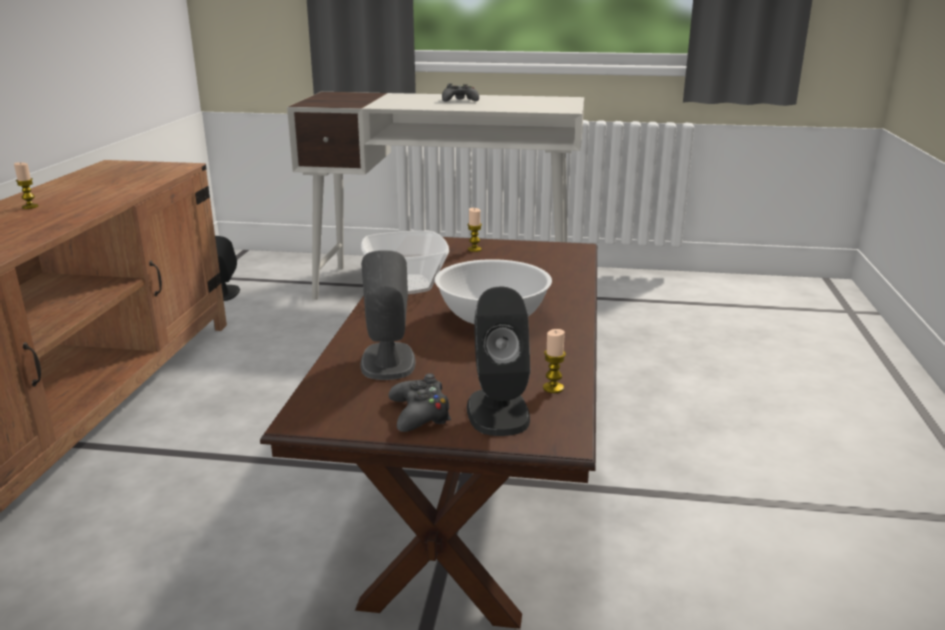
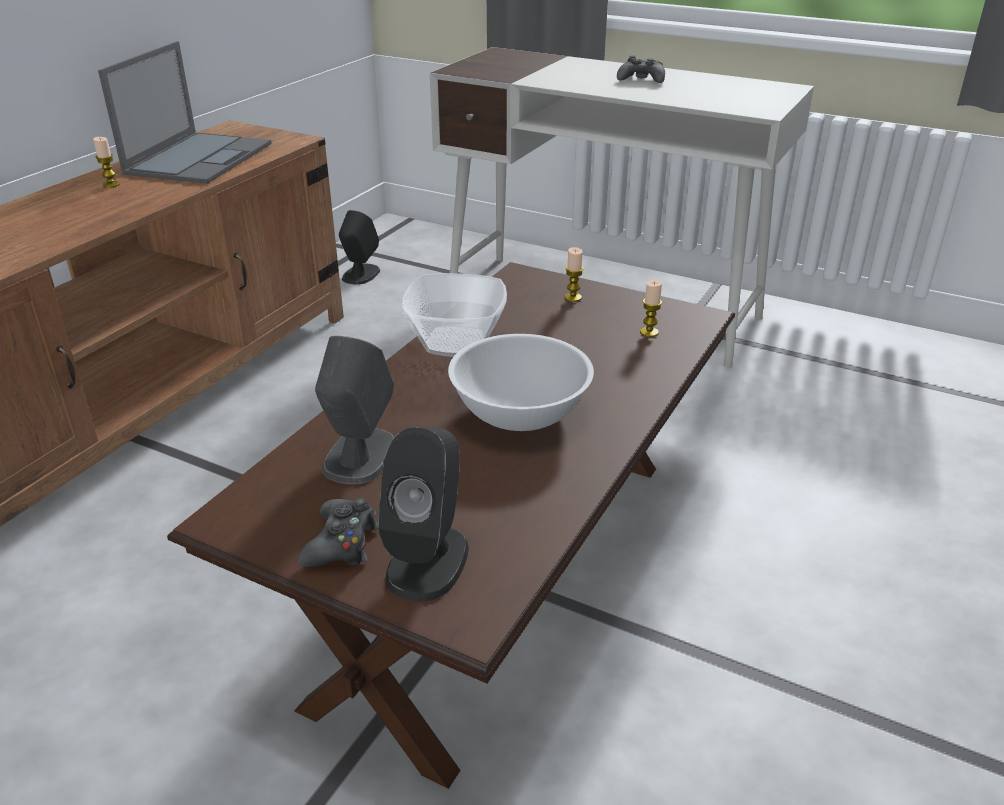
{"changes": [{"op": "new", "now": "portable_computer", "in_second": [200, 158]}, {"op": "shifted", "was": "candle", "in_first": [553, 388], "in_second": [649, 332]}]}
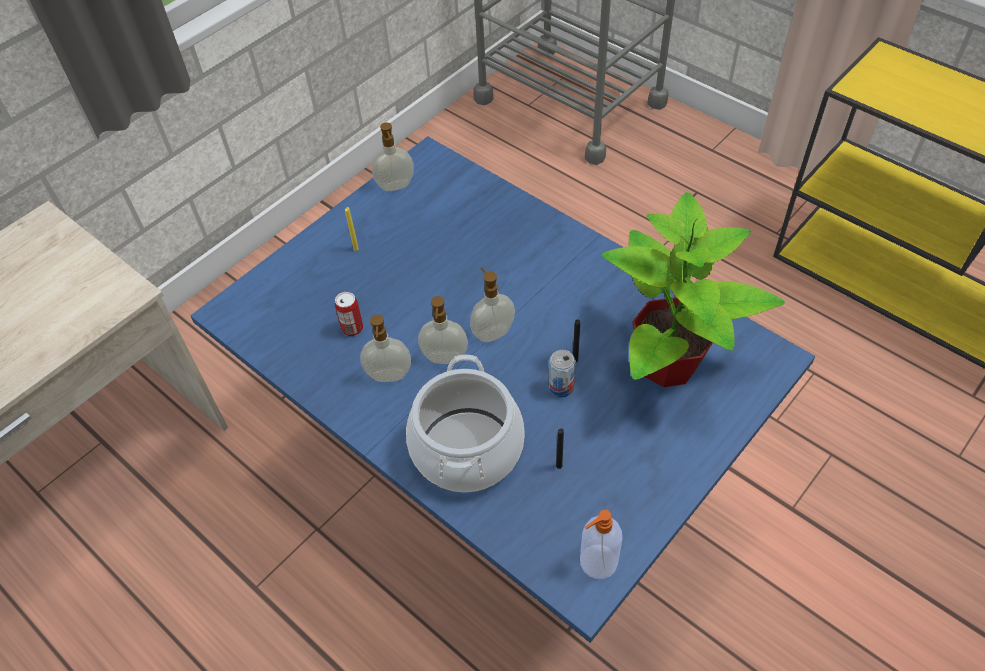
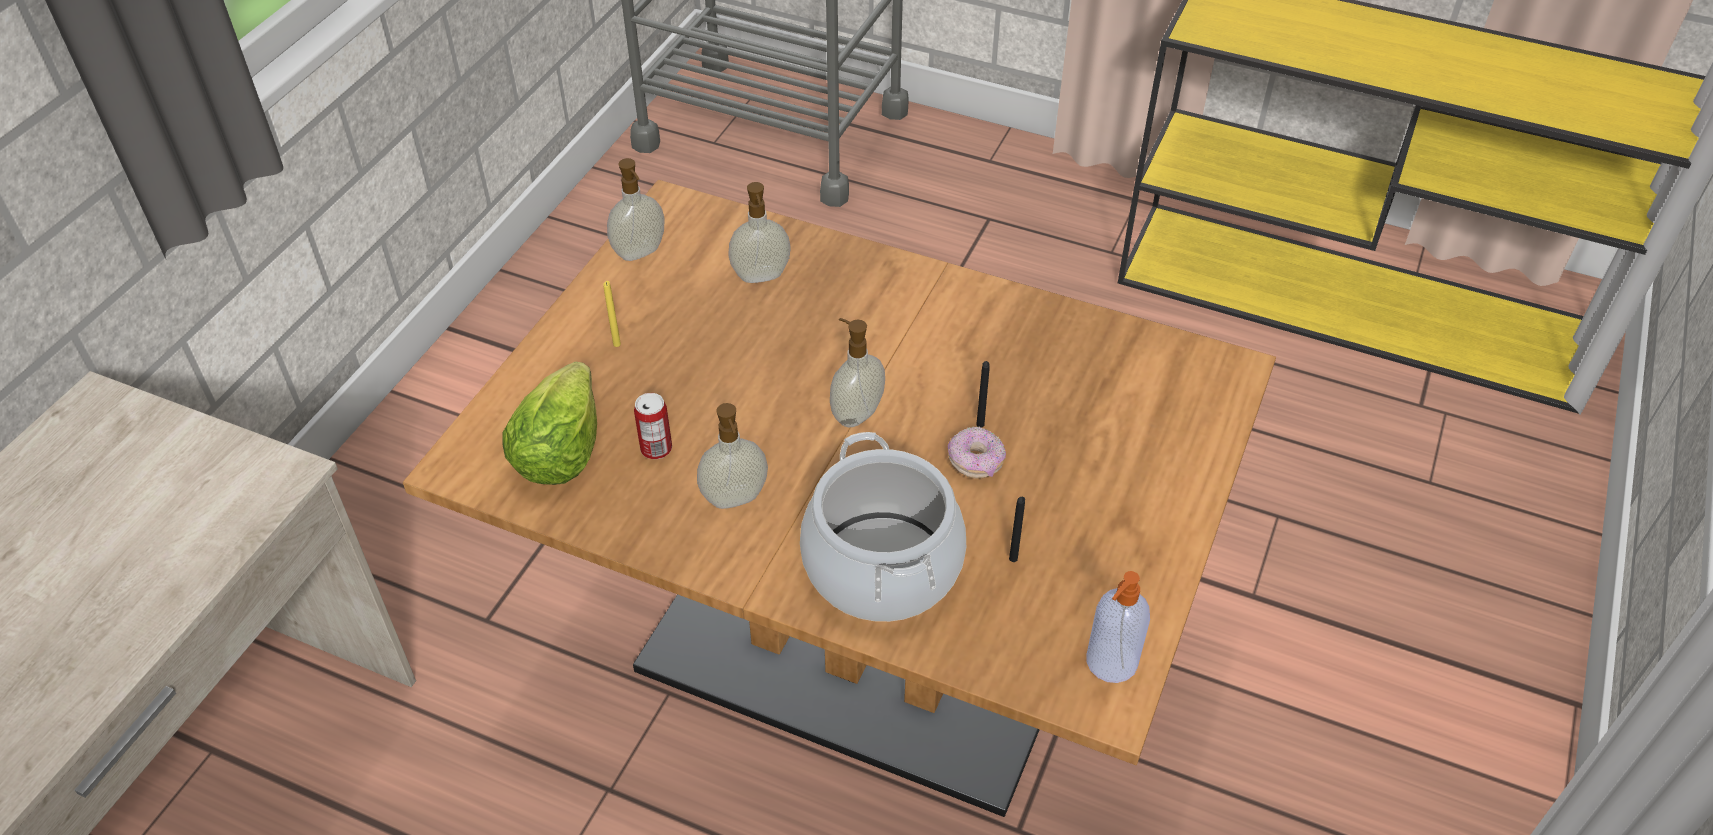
{"changes": [{"op": "gone", "was": "potted_plant", "in_first": [668, 365]}, {"op": "new", "now": "lettuce", "in_second": [559, 452]}, {"op": "shifted", "was": "soap_bottle", "in_first": [444, 358], "in_second": [761, 277]}, {"op": "swapped", "was": "can", "now": "doughnut", "in_first": [561, 387], "in_second": [976, 462]}, {"op": "repainted", "was": "bluish_kitchen_table", "now": "brown-coloured_kitchen_table", "in_first": [501, 481], "in_second": [856, 656]}]}
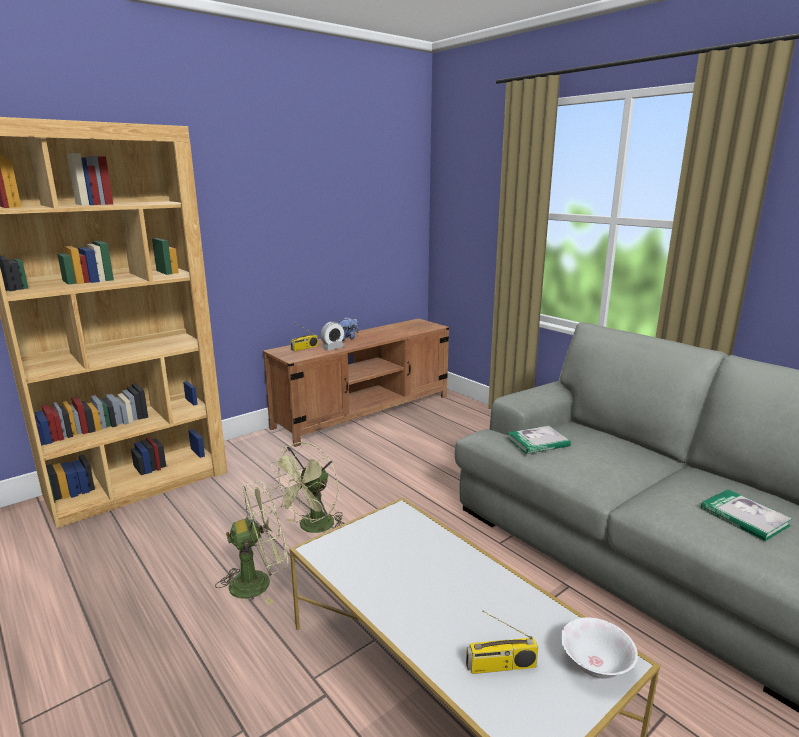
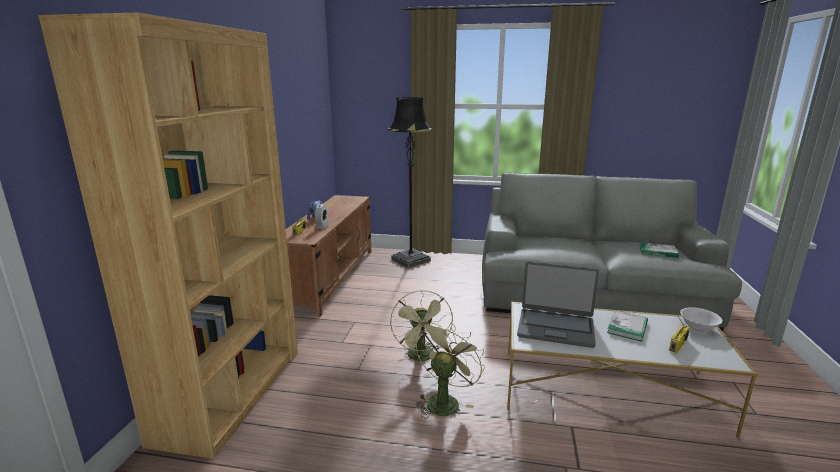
{"changes": [{"op": "new", "now": "blackish_floor_lamp", "in_second": [410, 260]}, {"op": "new", "now": "portable_computer", "in_second": [555, 328]}, {"op": "shifted", "was": "book", "in_first": [538, 442], "in_second": [627, 327]}]}
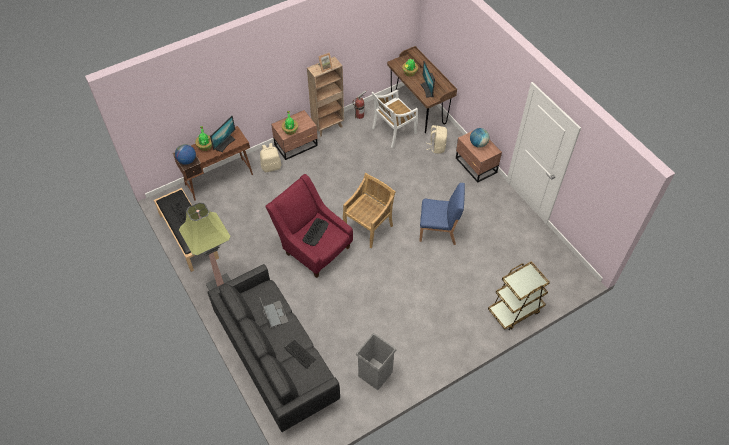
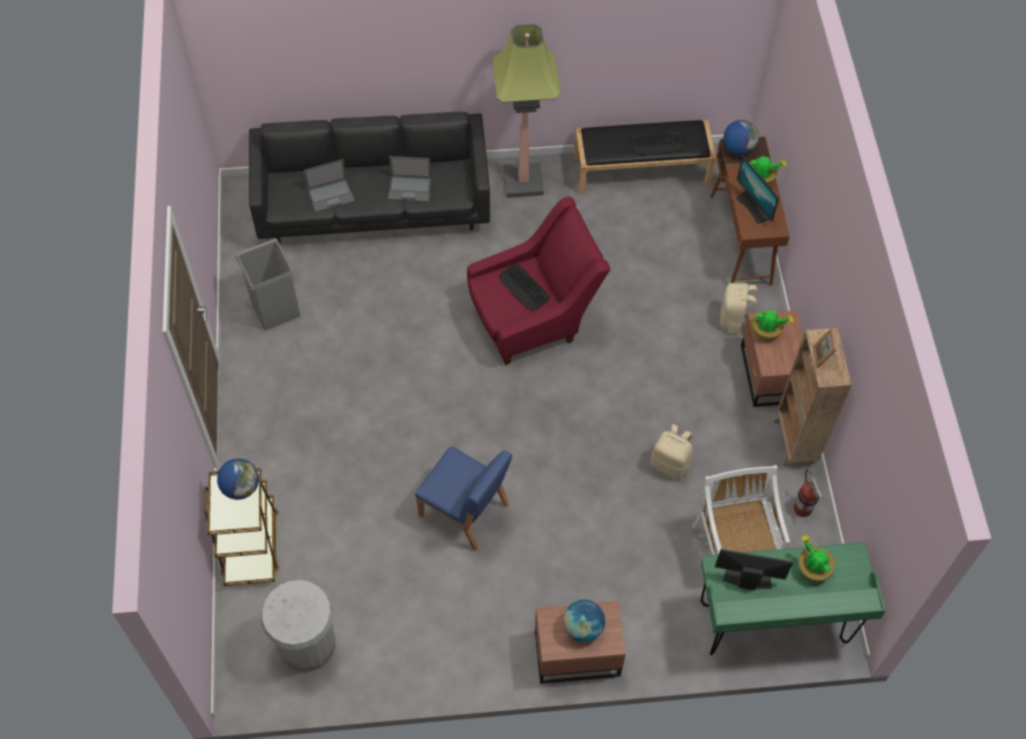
{"changes": [{"op": "gone", "was": "beige-coloured_plain_chair", "in_first": [368, 227]}, {"op": "new", "now": "globe", "in_second": [241, 487]}, {"op": "new", "now": "white-coloured_waste_bin", "in_second": [307, 644]}, {"op": "shifted", "was": "beige-coloured_backpack", "in_first": [437, 147], "in_second": [670, 464]}, {"op": "swapped", "was": "keyboard", "now": "portable_computer", "in_first": [300, 354], "in_second": [331, 195]}, {"op": "repainted", "was": "brown-coloured_desk_table", "now": "green_desk_table", "in_first": [418, 110], "in_second": [773, 624]}, {"op": "rotated", "was": "bluish_plain_chair", "in_first": [439, 230], "in_second": [464, 511], "clockwise": -90}]}
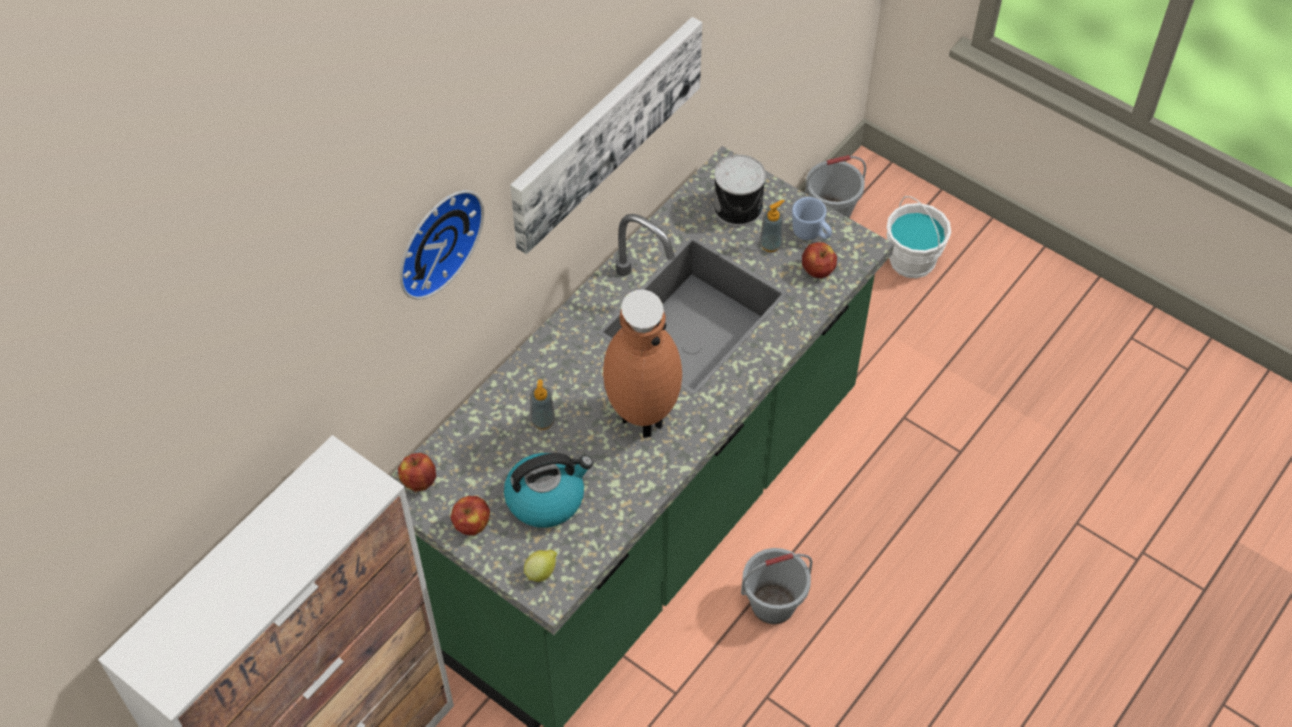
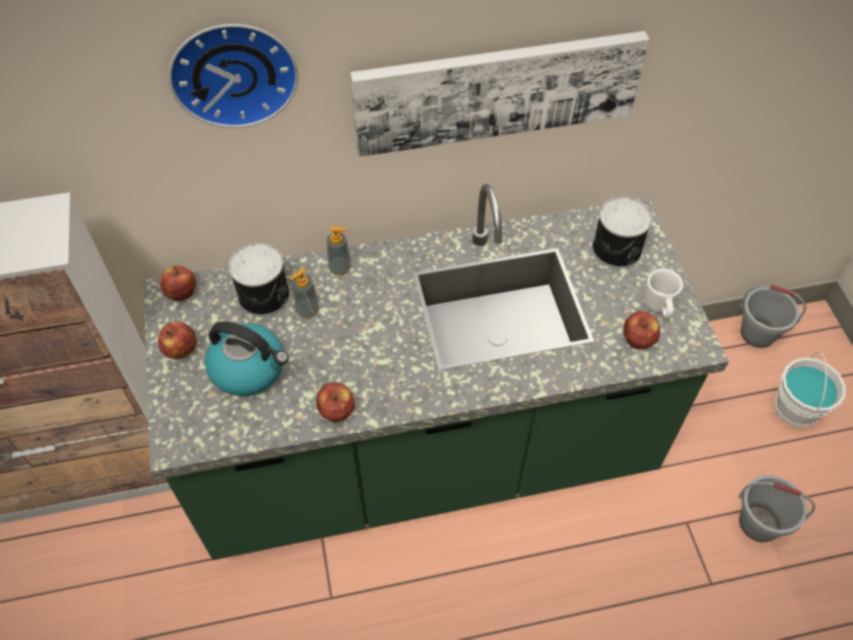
{"changes": [{"op": "gone", "was": "whole_lemon", "in_first": [542, 572]}, {"op": "gone", "was": "brown-coloured_decorative_vase", "in_first": [641, 418]}, {"op": "new", "now": "can", "in_second": [265, 296]}, {"op": "new", "now": "whole_apple", "in_second": [336, 410]}, {"op": "shifted", "was": "greyish_water_bucket", "in_first": [773, 603], "in_second": [759, 523]}, {"op": "shifted", "was": "soap_bottle", "in_first": [770, 244], "in_second": [340, 268]}, {"op": "repainted", "was": "bluish_coffee_mug", "now": "white-coloured_coffee_mug", "in_first": [811, 234], "in_second": [659, 308]}]}
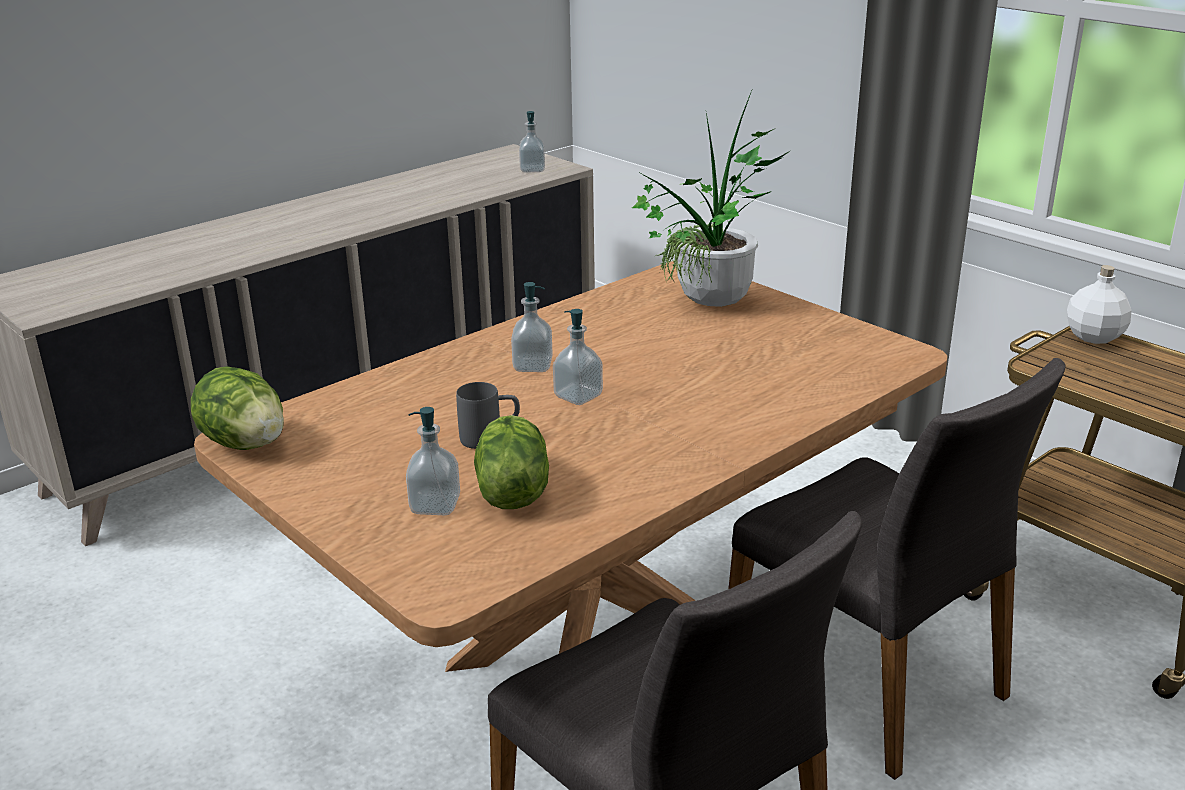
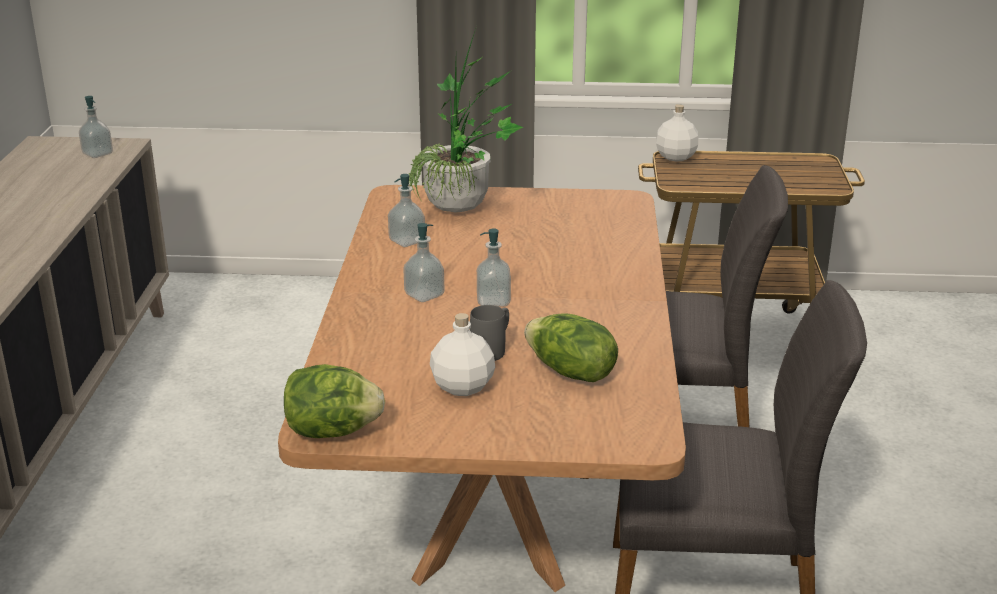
{"changes": [{"op": "new", "now": "white-coloured_bottle", "in_second": [463, 386]}, {"op": "shifted", "was": "soap_bottle", "in_first": [435, 505], "in_second": [407, 241]}]}
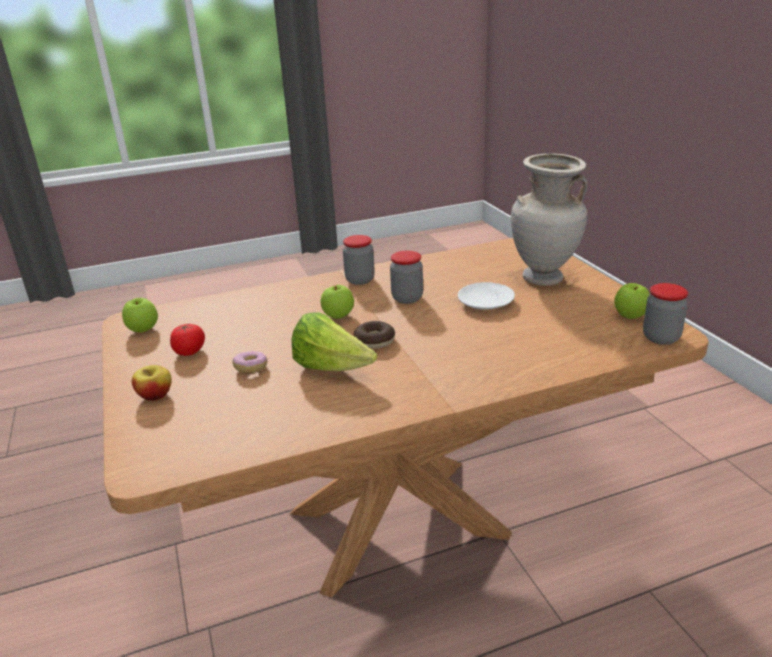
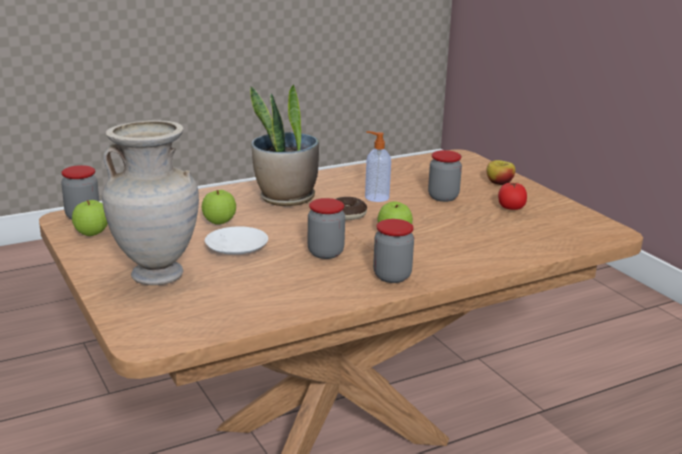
{"changes": [{"op": "new", "now": "potted_plant", "in_second": [286, 198]}, {"op": "shifted", "was": "whole_apple", "in_first": [143, 330], "in_second": [219, 222]}, {"op": "swapped", "was": "doughnut", "now": "storage_jar", "in_first": [251, 368], "in_second": [443, 197]}, {"op": "swapped", "was": "lettuce", "now": "soap_bottle", "in_first": [331, 368], "in_second": [376, 197]}]}
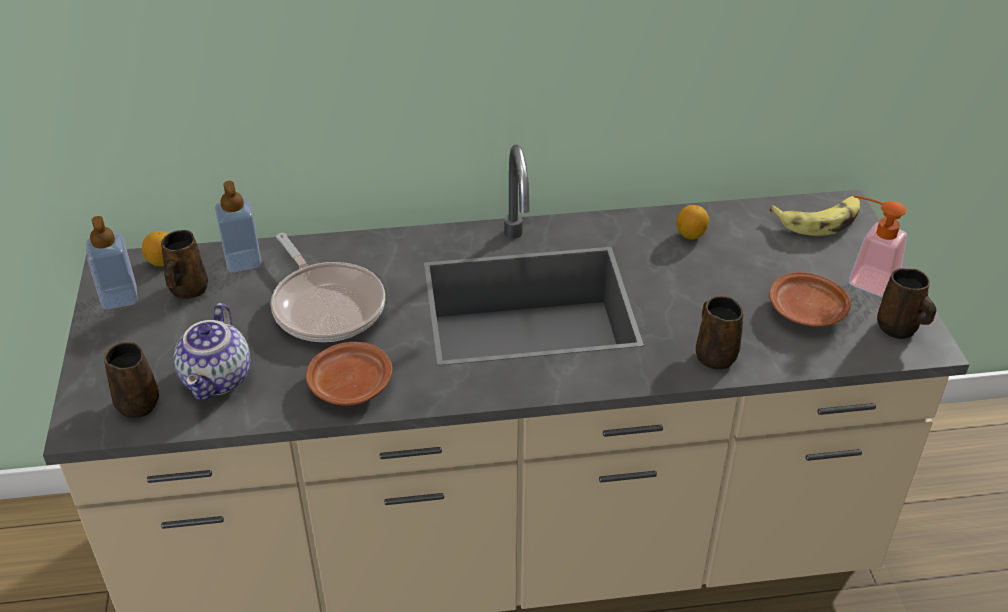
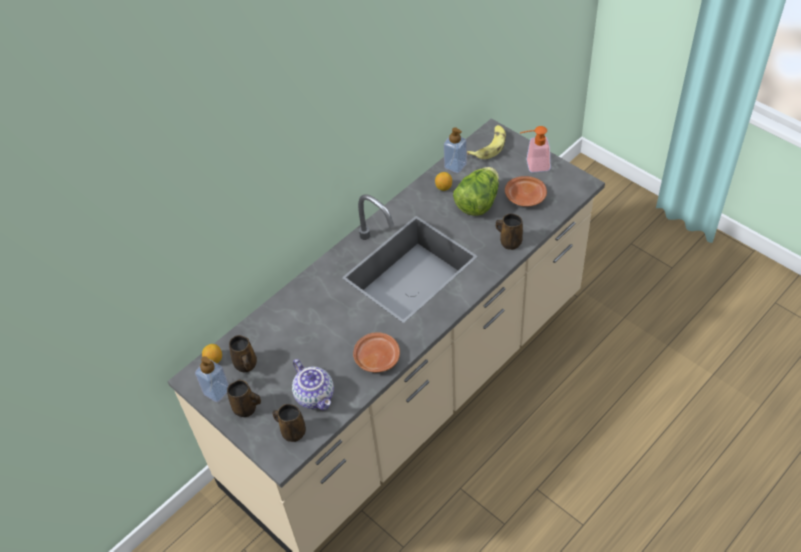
{"changes": [{"op": "gone", "was": "frying_pan", "in_first": [326, 305]}, {"op": "new", "now": "lettuce", "in_second": [478, 202]}, {"op": "shifted", "was": "soap_bottle", "in_first": [243, 261], "in_second": [455, 166]}, {"op": "shifted", "was": "brown-coloured_coffee_mug", "in_first": [898, 329], "in_second": [246, 408]}]}
